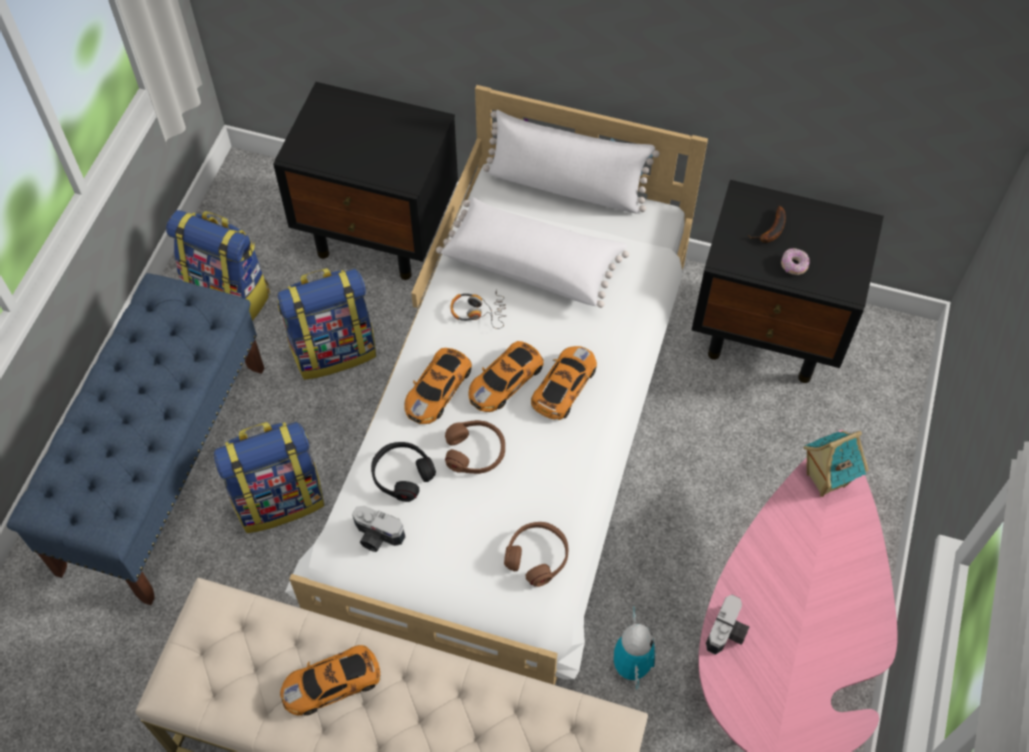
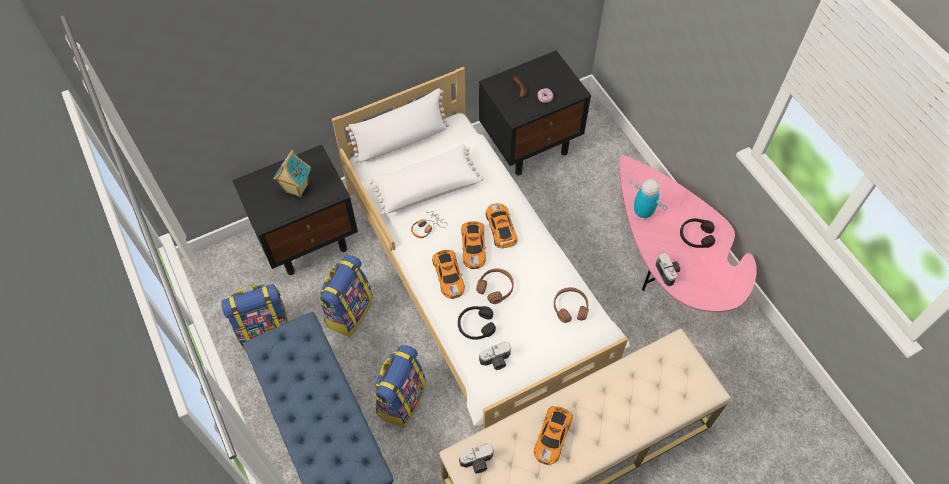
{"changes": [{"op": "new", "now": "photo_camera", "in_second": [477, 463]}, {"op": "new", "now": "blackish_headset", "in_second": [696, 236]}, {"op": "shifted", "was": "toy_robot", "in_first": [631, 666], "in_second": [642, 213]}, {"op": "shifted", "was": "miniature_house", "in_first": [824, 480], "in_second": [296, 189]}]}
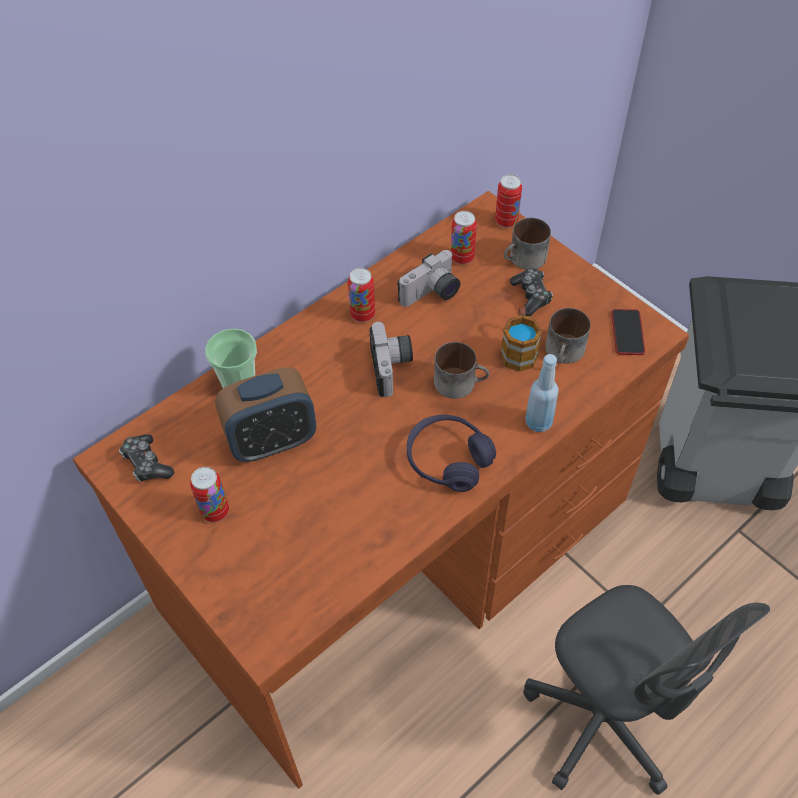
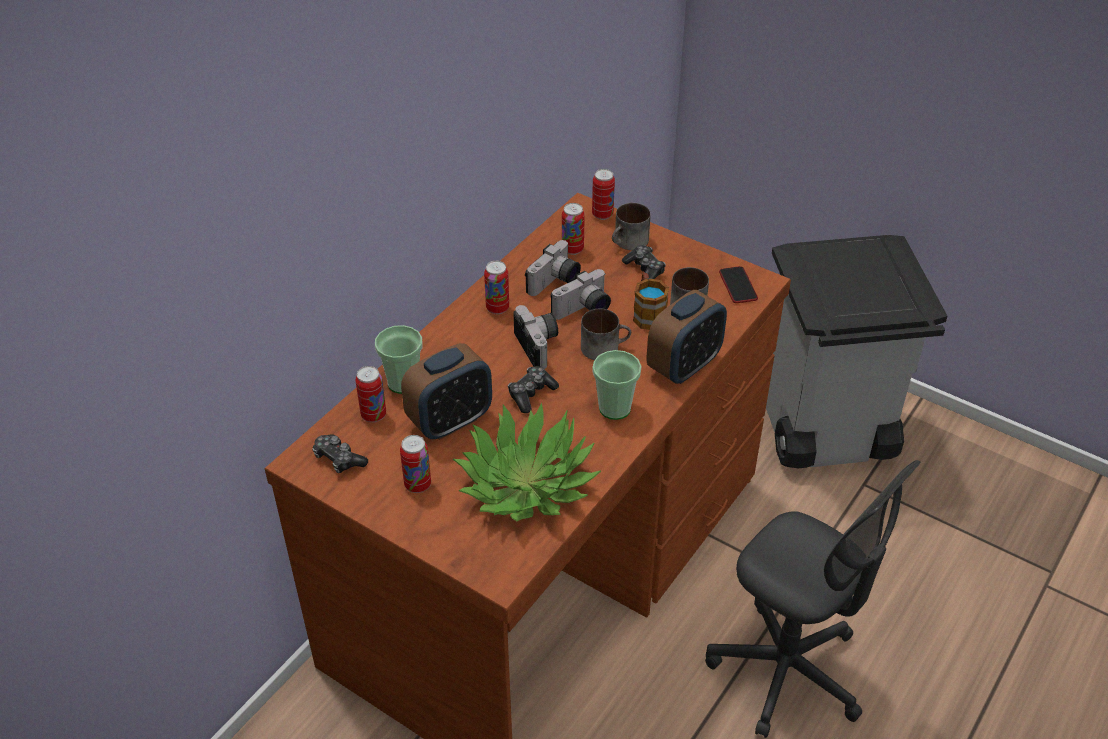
{"changes": [{"op": "new", "now": "can", "in_second": [373, 415]}, {"op": "new", "now": "potted_plant", "in_second": [526, 484]}, {"op": "new", "now": "gamepad", "in_second": [531, 394]}, {"op": "new", "now": "photo_camera", "in_second": [583, 310]}, {"op": "swapped", "was": "purple-coloured_headset", "now": "cup", "in_first": [448, 460], "in_second": [614, 408]}, {"op": "swapped", "was": "bluish_bottle", "now": "table_clock", "in_first": [538, 422], "in_second": [684, 366]}]}
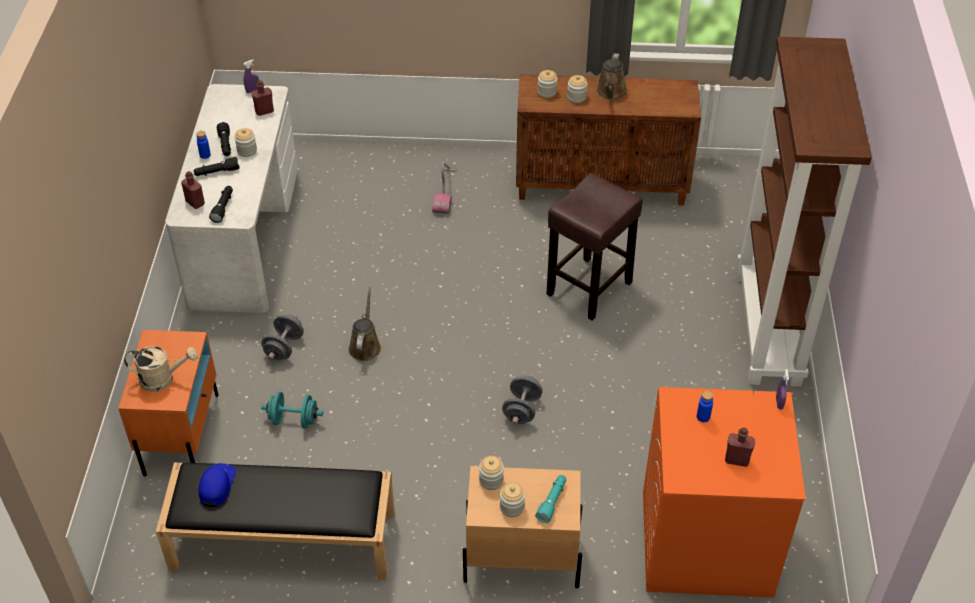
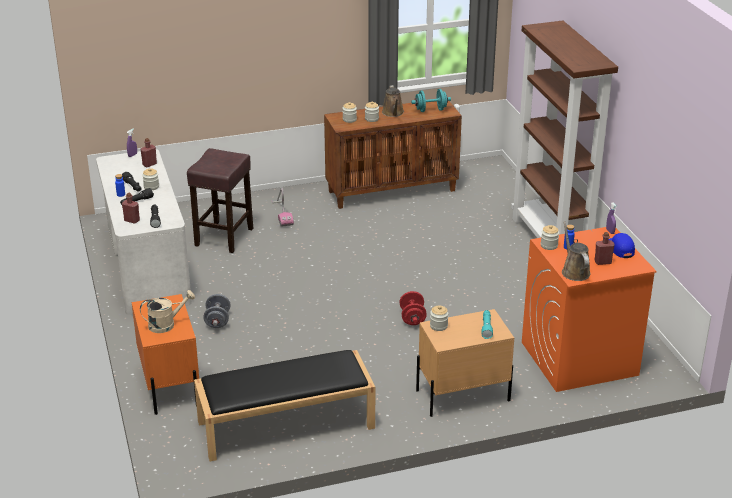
{"changes": [{"op": "shifted", "was": "bluish_baseball_cap", "in_first": [217, 485], "in_second": [620, 248]}, {"op": "shifted", "was": "turquoise-coloured_free_weight", "in_first": [294, 420], "in_second": [430, 110]}, {"op": "shifted", "was": "brown-coloured_watering_pot", "in_first": [365, 345], "in_second": [574, 271]}, {"op": "shifted", "was": "storage_jar", "in_first": [512, 507], "in_second": [549, 245]}, {"op": "shifted", "was": "brown-coloured_stool", "in_first": [588, 289], "in_second": [224, 237]}, {"op": "repainted", "was": "greyish_free_weight", "now": "red-coloured_free_weight", "in_first": [522, 410], "in_second": [412, 318]}]}
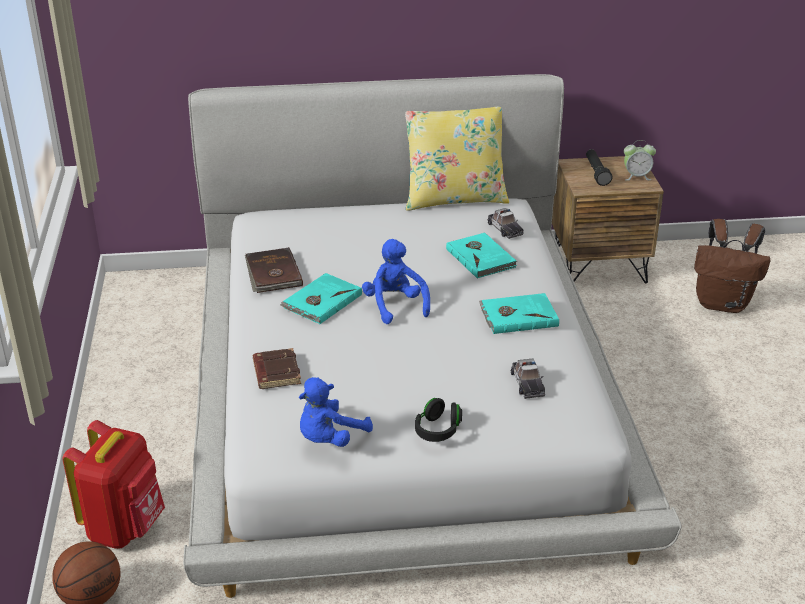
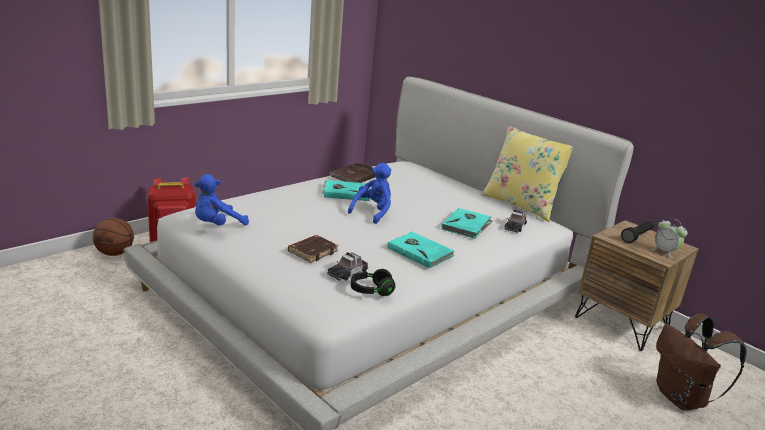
{"changes": [{"op": "shifted", "was": "brown-coloured_book", "in_first": [275, 372], "in_second": [312, 251]}, {"op": "shifted", "was": "blackish_headset", "in_first": [437, 430], "in_second": [371, 291]}, {"op": "rotated", "was": "bluish_soft_toy", "in_first": [329, 438], "in_second": [217, 225], "clockwise": -45}]}
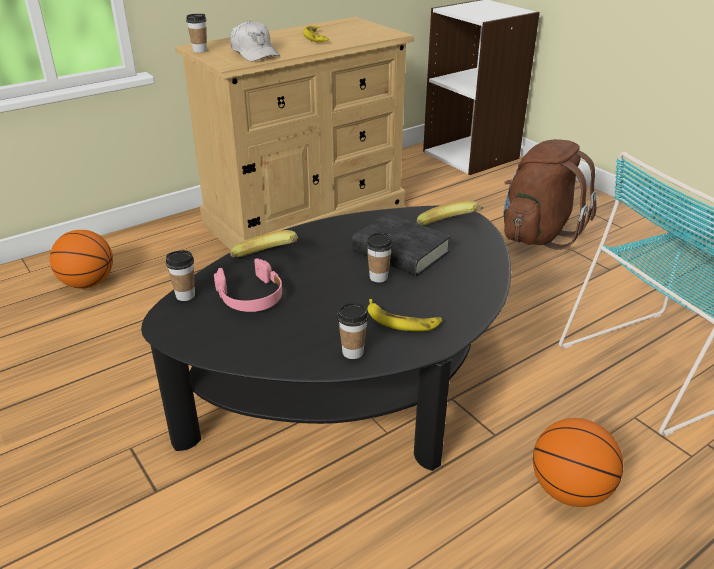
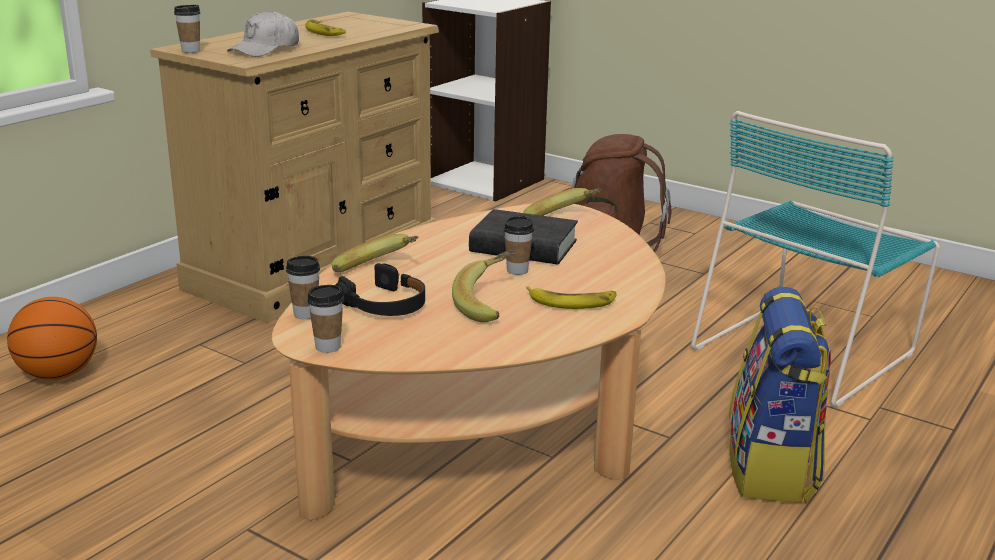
{"changes": [{"op": "new", "now": "whole_banana", "in_second": [491, 305]}, {"op": "shifted", "was": "cup", "in_first": [353, 352], "in_second": [328, 347]}, {"op": "swapped", "was": "basketball", "now": "backpack", "in_first": [569, 490], "in_second": [772, 469]}, {"op": "repainted", "was": "blackish_coffee_table", "now": "beige-coloured_coffee_table", "in_first": [352, 388], "in_second": [487, 424]}, {"op": "repainted", "was": "pink-coloured_headset", "now": "blackish_headset", "in_first": [251, 296], "in_second": [385, 304]}, {"op": "rotated", "was": "white-coloured_baseball_cap", "in_first": [254, 53], "in_second": [265, 49], "clockwise": 90}]}
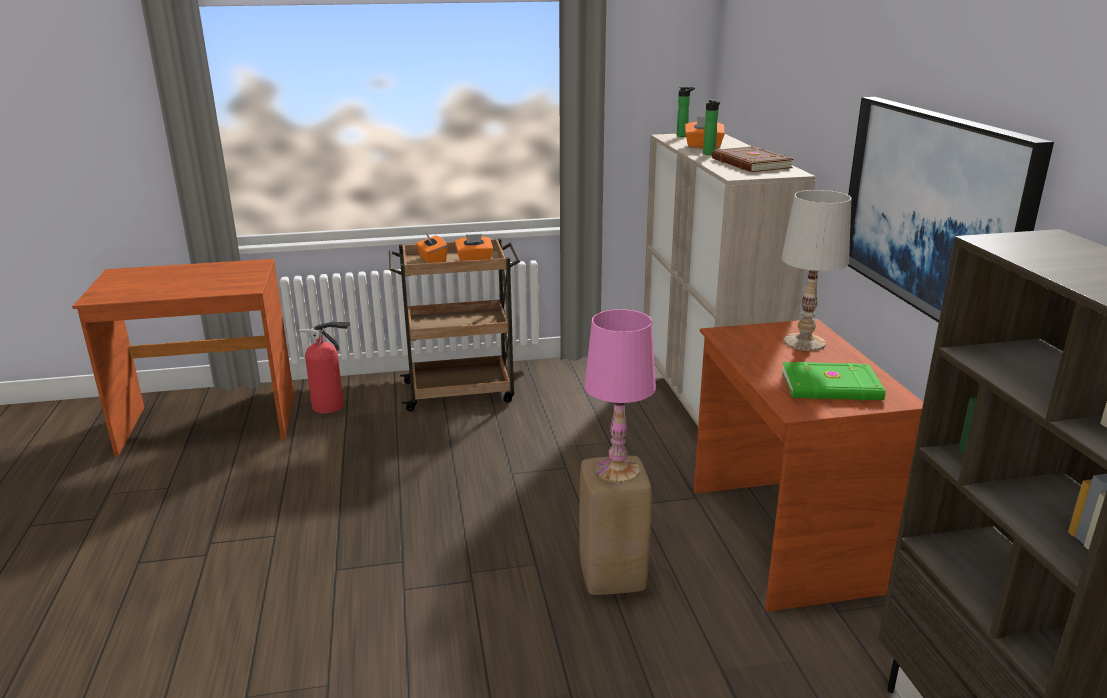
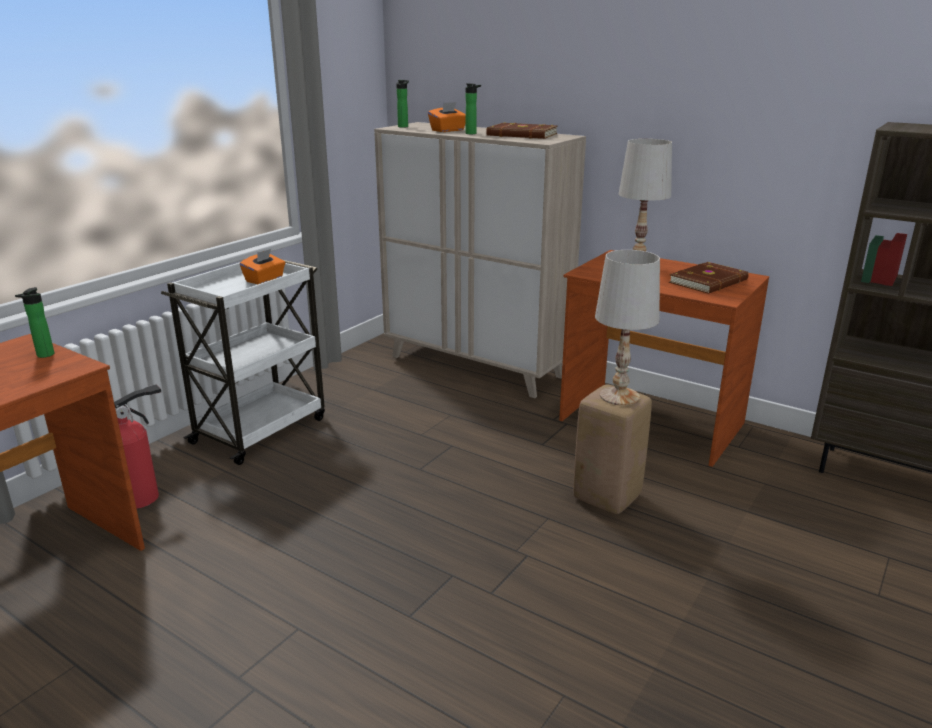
{"changes": [{"op": "gone", "was": "orange_box_of_tissues", "in_first": [432, 260]}, {"op": "gone", "was": "wall_picture", "in_first": [934, 211]}, {"op": "new", "now": "bottle", "in_second": [43, 355]}, {"op": "repainted", "was": "brown-coloured_wheeled_cart", "now": "white-coloured_wheeled_cart", "in_first": [461, 391], "in_second": [261, 429]}, {"op": "repainted", "was": "pink-coloured_table_lamp", "now": "white-coloured_table_lamp", "in_first": [617, 470], "in_second": [619, 396]}, {"op": "repainted", "was": "green_book", "now": "brown-coloured_book", "in_first": [832, 387], "in_second": [709, 281]}]}
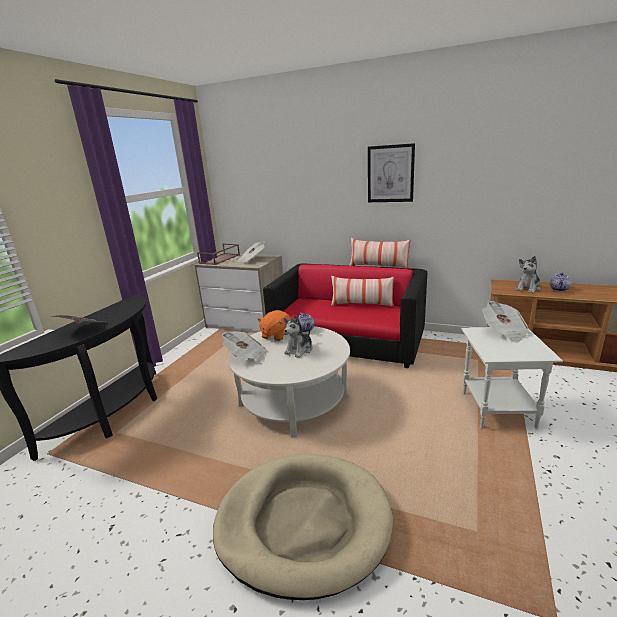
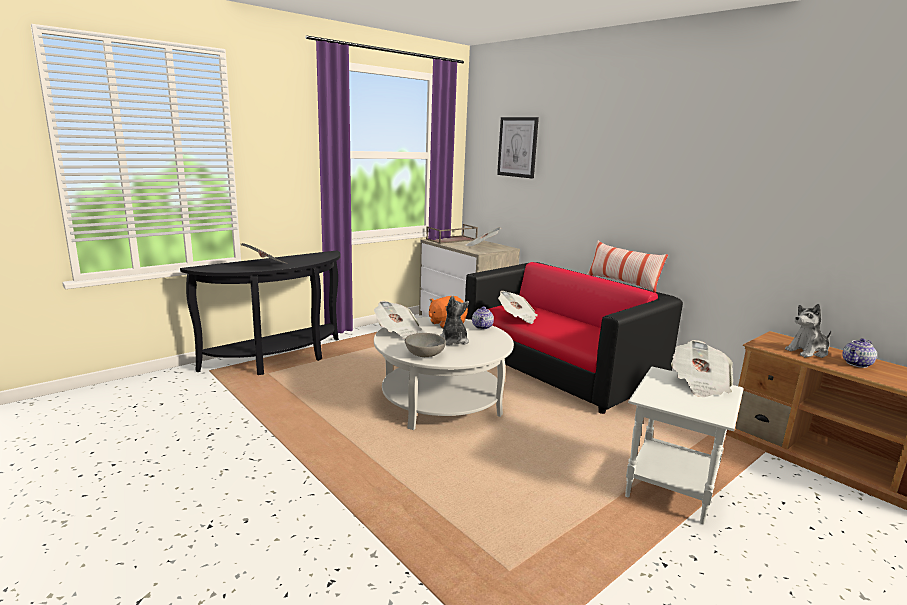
{"changes": [{"op": "gone", "was": "beige-coloured_dog_bed", "in_first": [303, 523]}, {"op": "gone", "was": "pillow", "in_first": [362, 305]}, {"op": "new", "now": "greyish_serving_bowl", "in_second": [425, 355]}, {"op": "new", "now": "daily_paper", "in_second": [517, 317]}, {"op": "shifted", "was": "wall_picture", "in_first": [390, 174], "in_second": [517, 147]}, {"op": "rotated", "was": "soft_toy", "in_first": [299, 350], "in_second": [453, 341], "clockwise": 105}]}
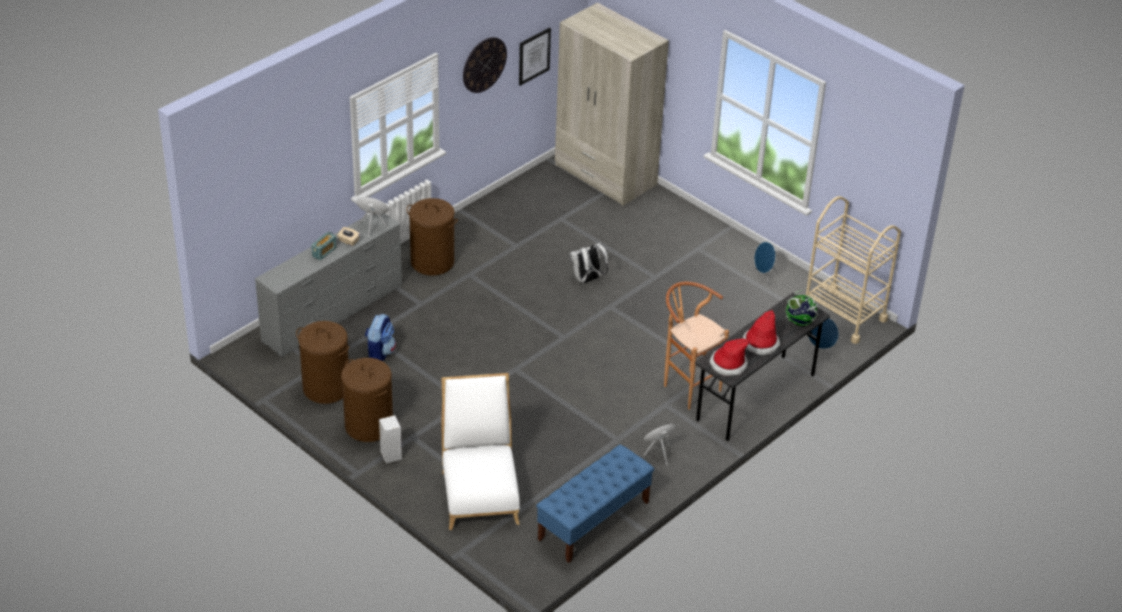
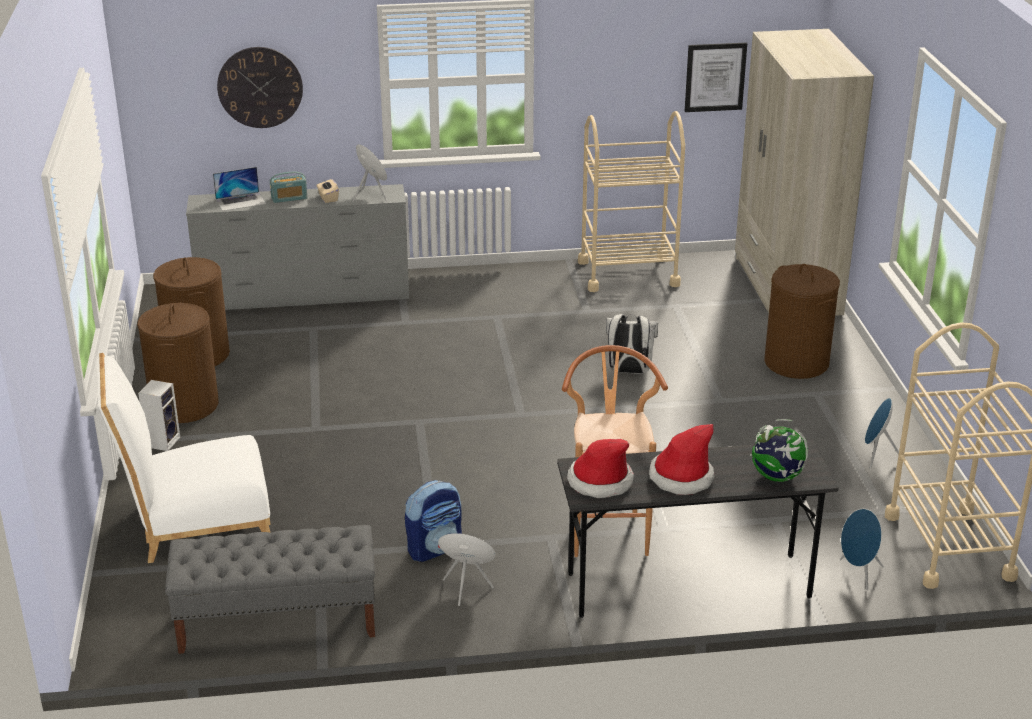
{"changes": [{"op": "new", "now": "portable_computer", "in_second": [241, 201]}, {"op": "new", "now": "beige-coloured_wheeled_cart", "in_second": [628, 273]}, {"op": "shifted", "was": "backpack", "in_first": [379, 353], "in_second": [435, 548]}, {"op": "shifted", "was": "brown-coloured_washing_basket", "in_first": [432, 262], "in_second": [796, 362]}, {"op": "shifted", "was": "wall_clock", "in_first": [484, 64], "in_second": [260, 87]}, {"op": "repainted", "was": "bluish_bench", "now": "greyish_bench", "in_first": [593, 521], "in_second": [277, 622]}, {"op": "rotated", "was": "white-coloured_plain_chair", "in_first": [479, 492], "in_second": [196, 523], "clockwise": -135}]}
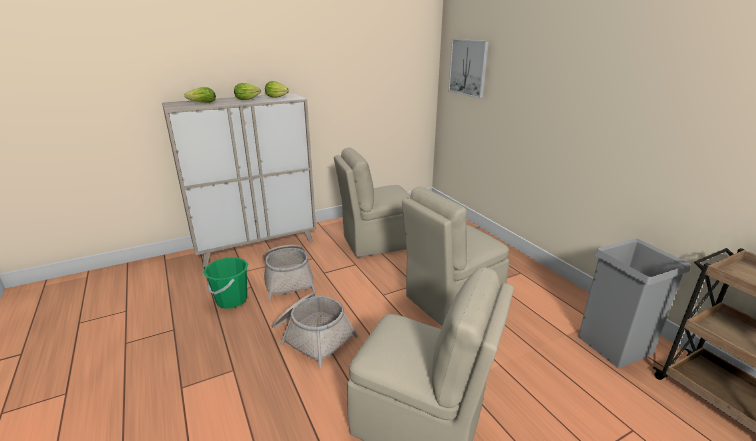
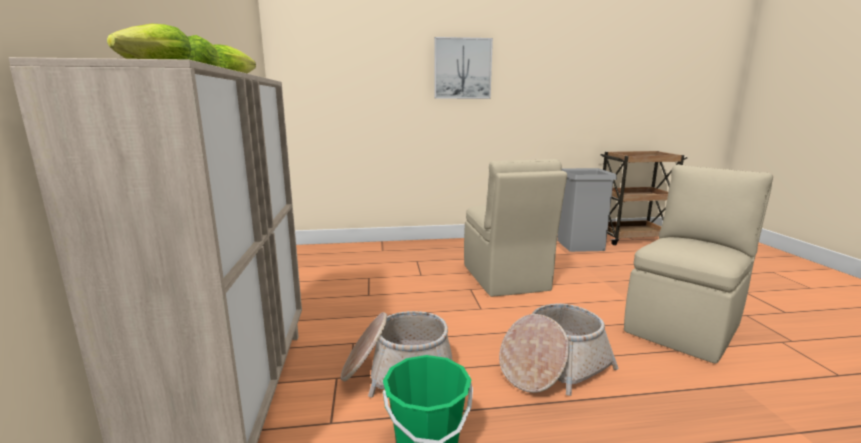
{"changes": [{"op": "gone", "was": "beige-coloured_plain_chair", "in_first": [376, 242]}, {"op": "shifted", "was": "wall_picture", "in_first": [468, 67], "in_second": [462, 68]}]}
